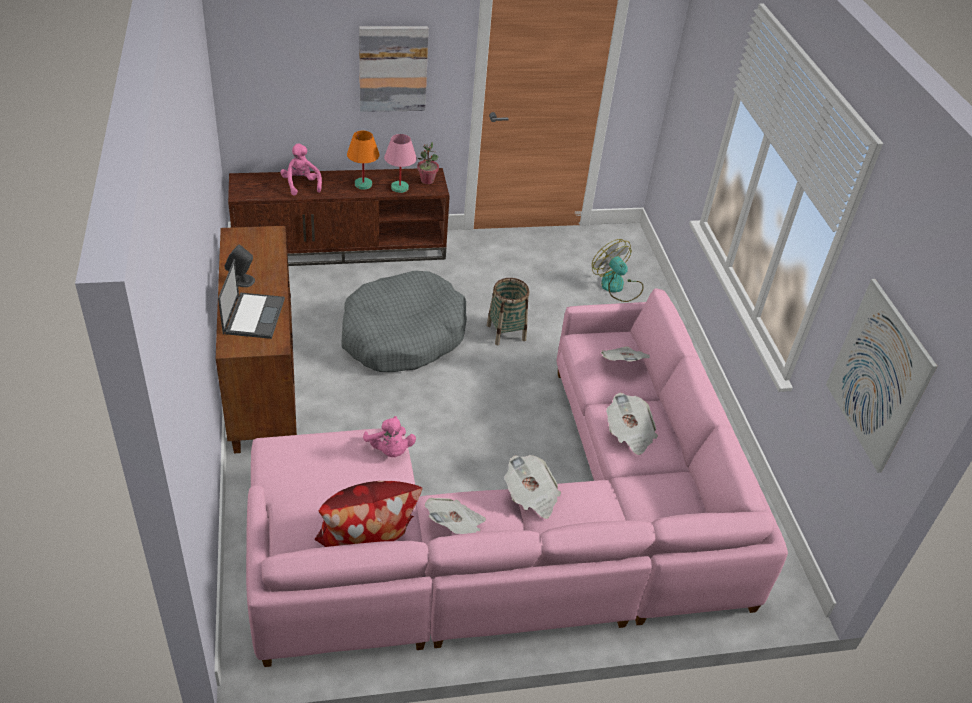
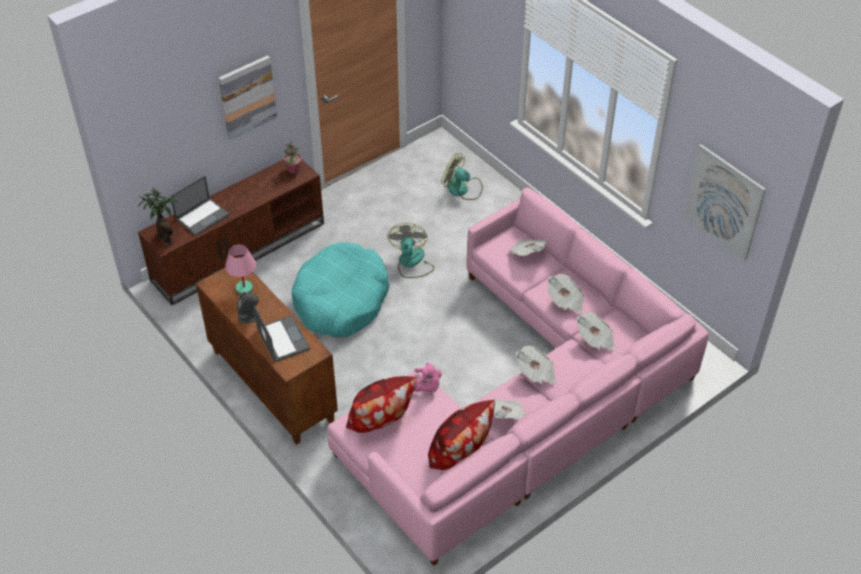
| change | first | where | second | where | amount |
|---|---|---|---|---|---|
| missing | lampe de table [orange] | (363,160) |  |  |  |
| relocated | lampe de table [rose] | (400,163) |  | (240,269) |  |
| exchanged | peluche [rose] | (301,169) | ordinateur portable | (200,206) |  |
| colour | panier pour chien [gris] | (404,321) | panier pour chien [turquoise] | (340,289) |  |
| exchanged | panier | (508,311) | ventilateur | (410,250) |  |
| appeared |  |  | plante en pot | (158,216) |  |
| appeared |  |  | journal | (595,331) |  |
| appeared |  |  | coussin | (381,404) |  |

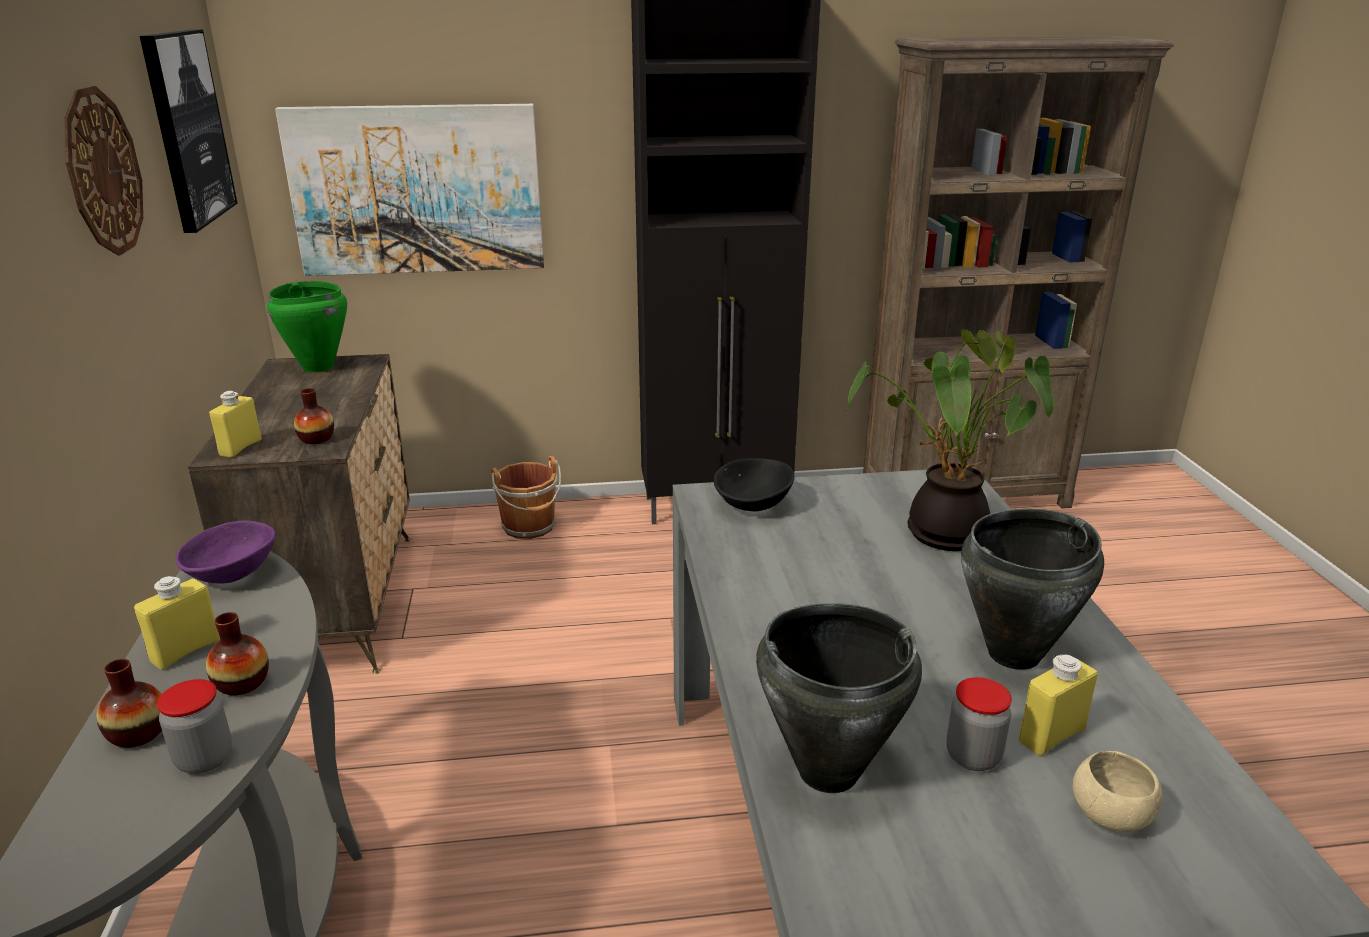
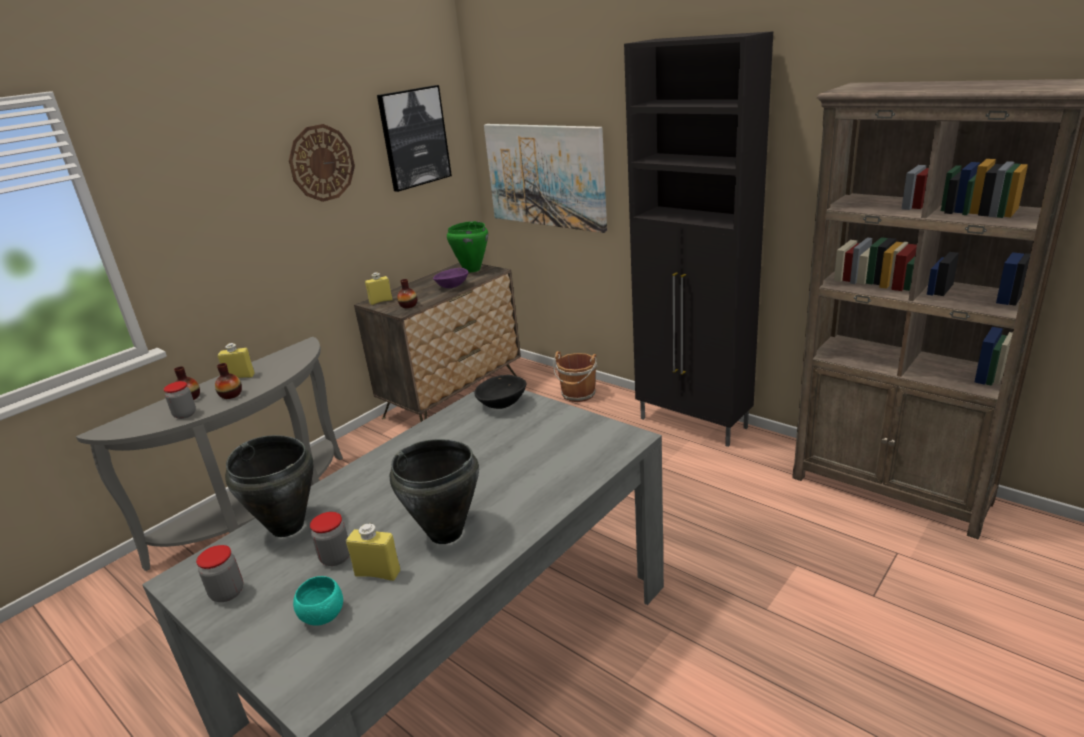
| change | first | where | second | where | amount |
|---|---|---|---|---|---|
| missing | plante en pot | (950,440) |  |  |  |
| relocated | bol [violet] | (225,551) |  | (450,278) |  |
| colour | bol [beige] | (1117,791) | bol [turquoise] | (318,601) |  |
| appeared |  |  | bocal | (219,573) |  |

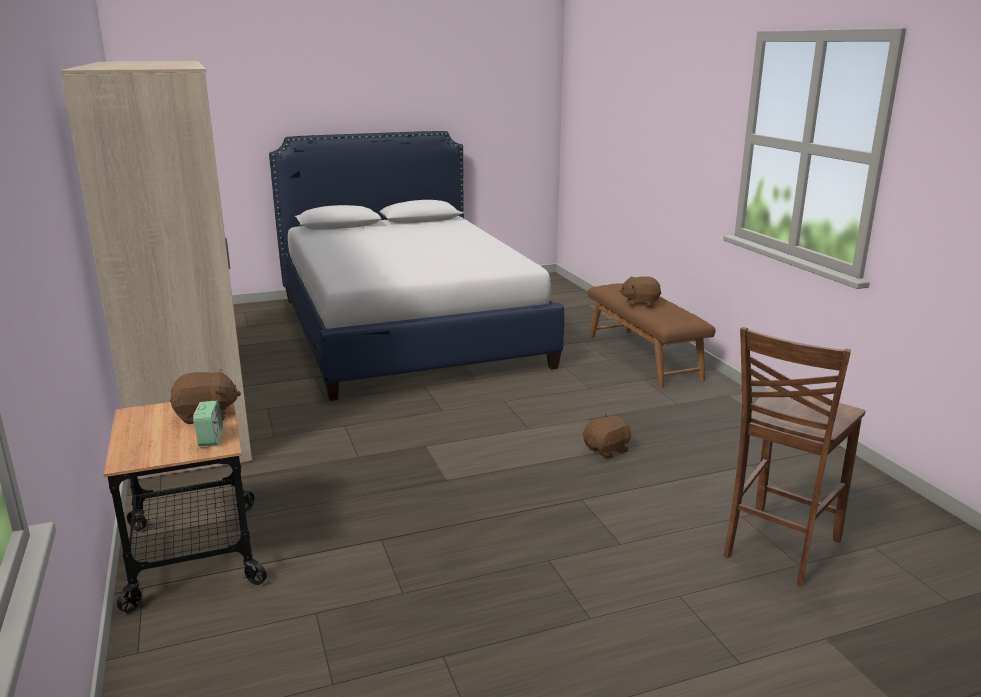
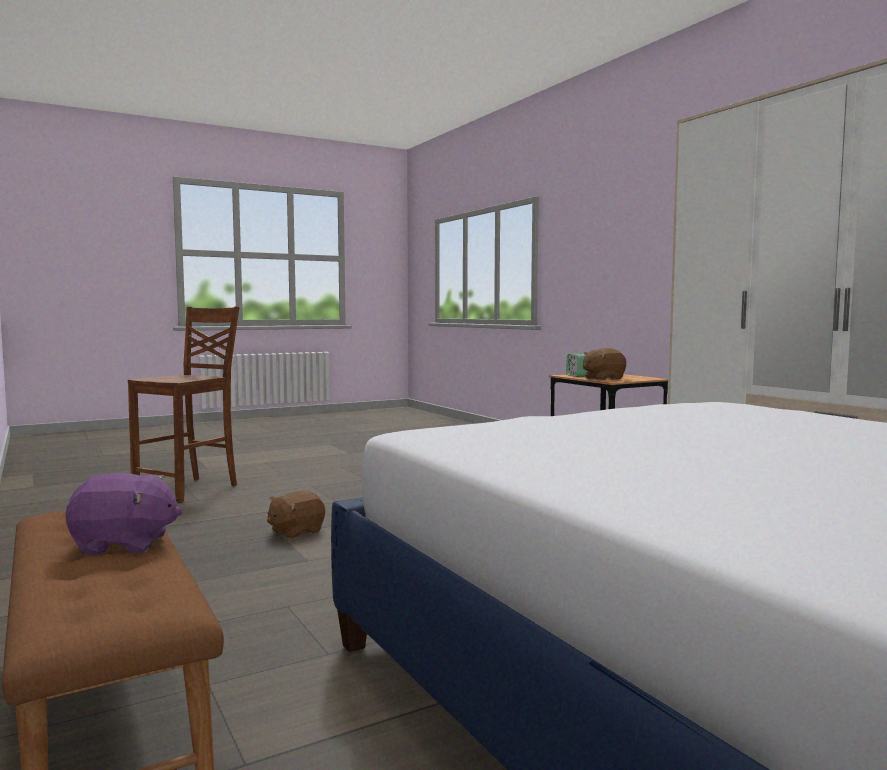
| change | first | where | second | where | amount |
|---|---|---|---|---|---|
| colour | peluche [marron] | (640,291) | peluche [violet] | (124,514) |  |

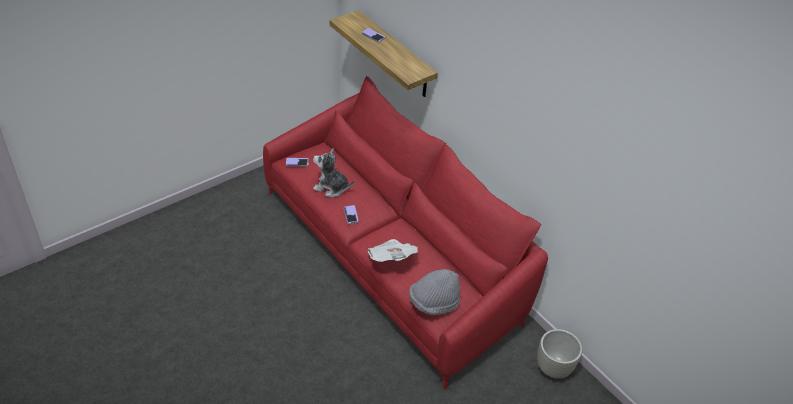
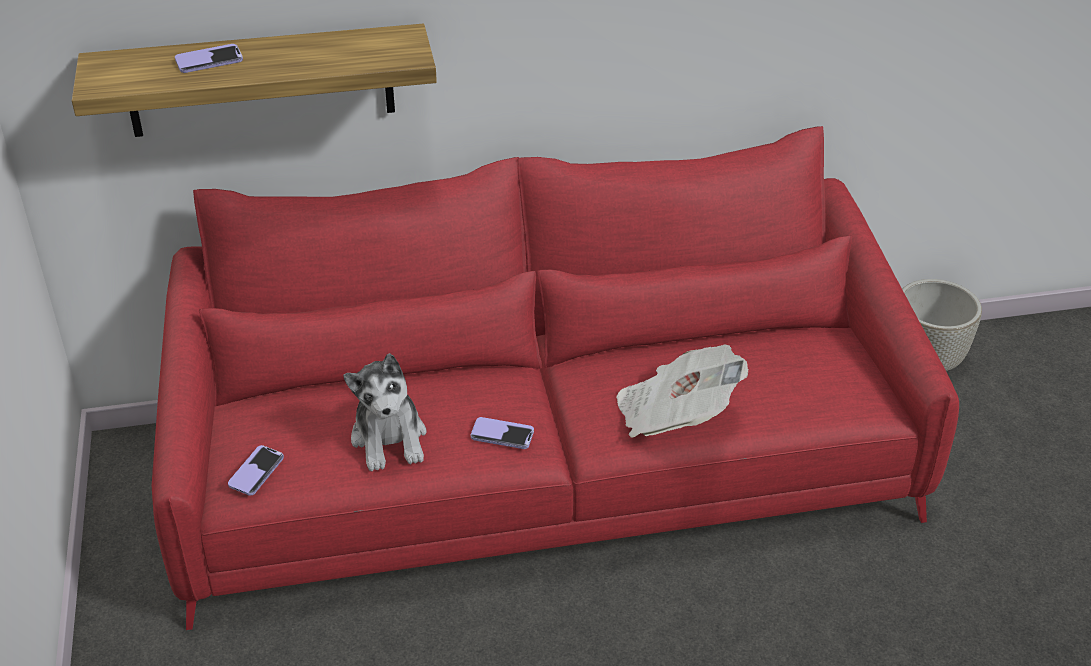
| change | first | where | second | where | amount |
|---|---|---|---|---|---|
| spun | peluche | (333,172) |  | (385,412) | 60 degrees counterclockwise |
| missing | chapeau [gris] | (434,292) |  |  |  |

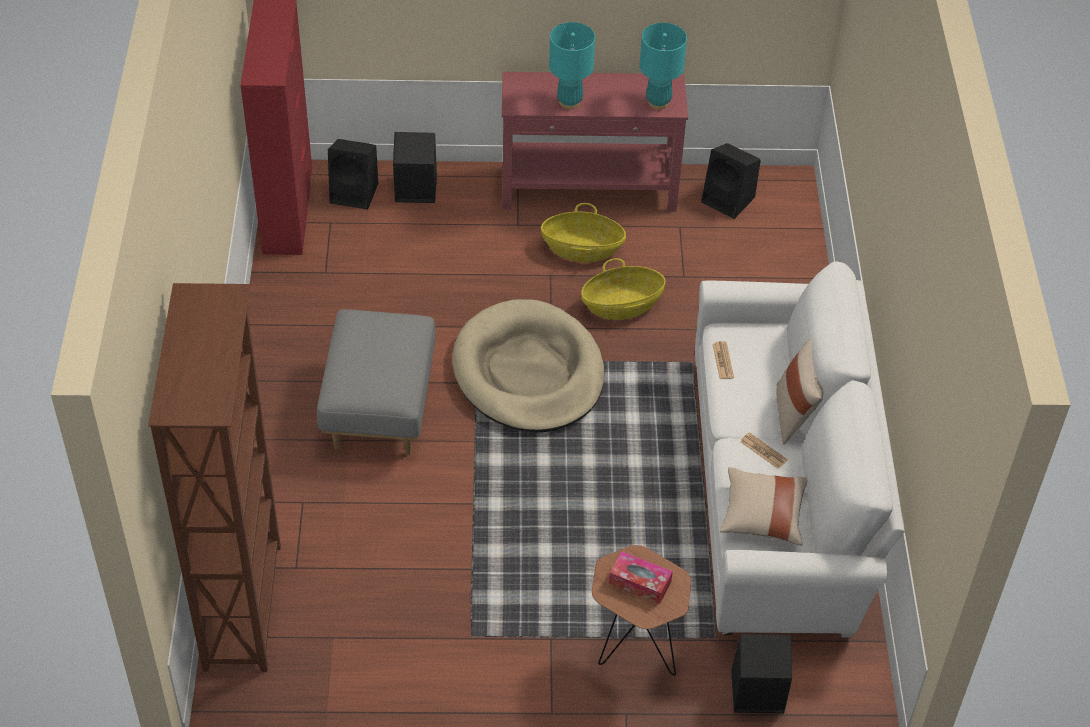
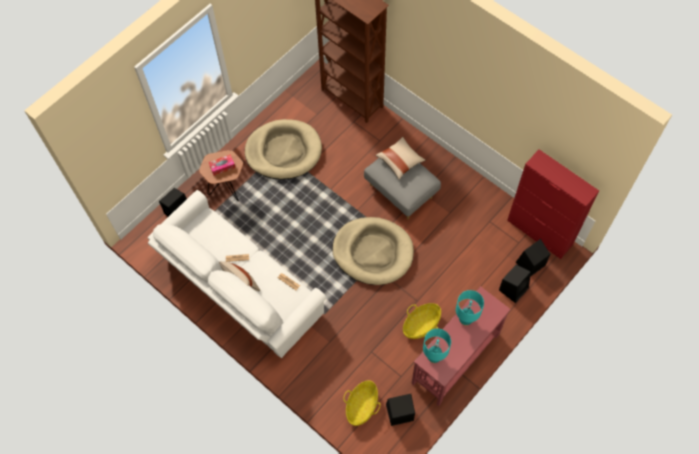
| change | first | where | second | where | amount |
|---|---|---|---|---|---|
| relocated | panier | (623,289) |  | (361,403) |  |
| relocated | coussin [beige] | (763,506) |  | (400,158) |  |
| appeared |  |  | panier pour chien [beige] | (283,149) |  |

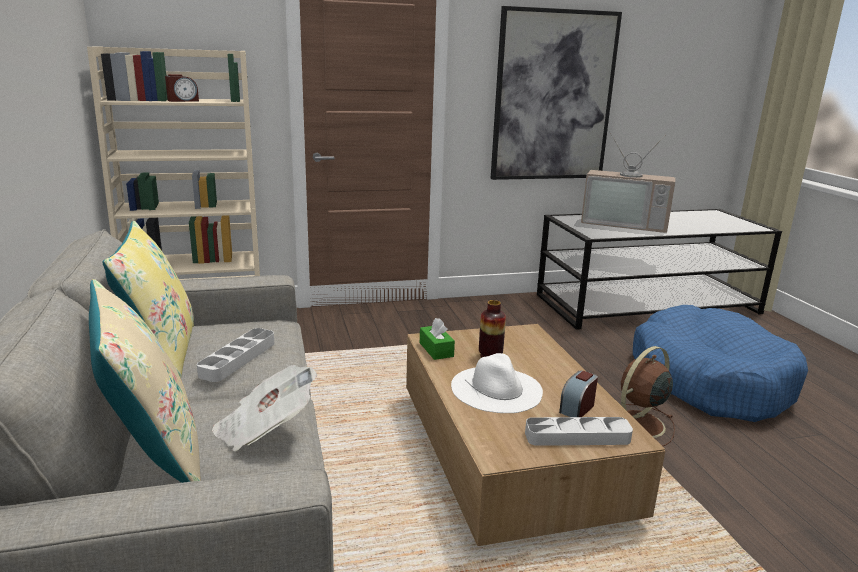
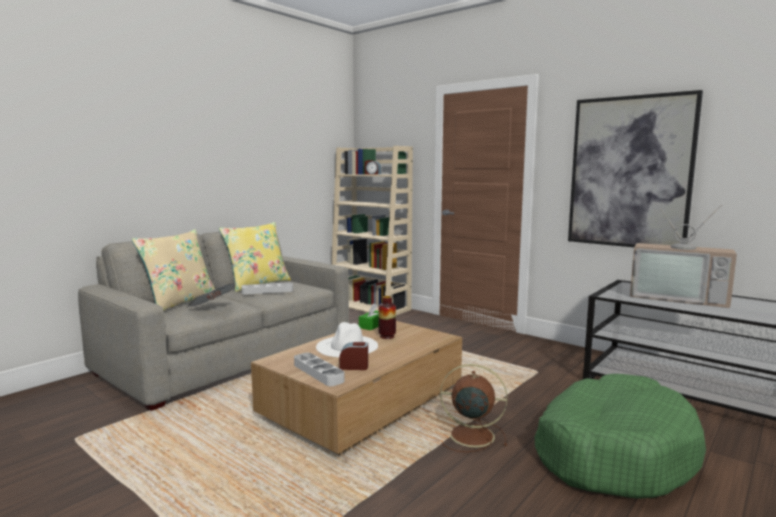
| change | first | where | second | where | amount |
|---|---|---|---|---|---|
| spun | téléviseur | (628,182) |  | (683,255) | 45 degrees counterclockwise |
| colour | panier pour chien [bleu] | (720,363) | panier pour chien [vert] | (620,436) |  |

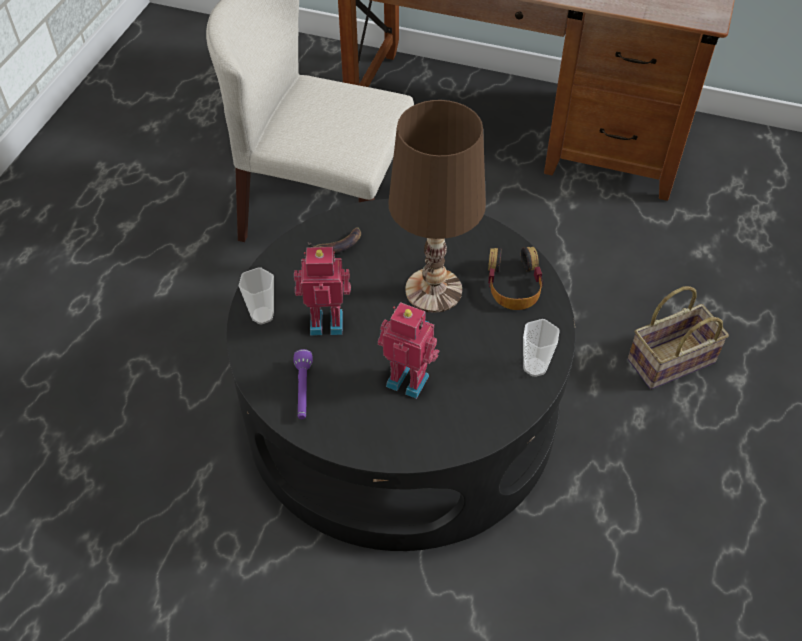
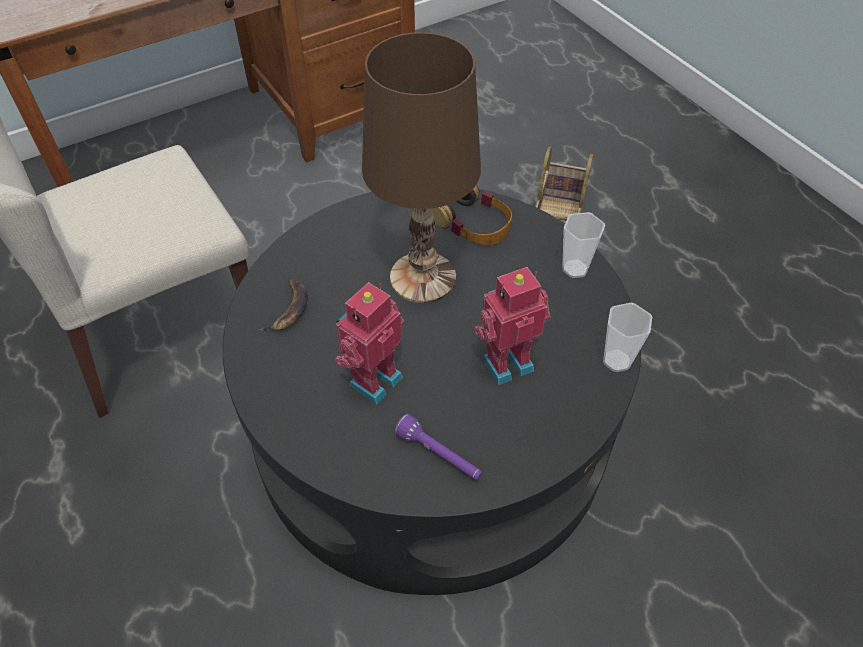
| change | first | where | second | where | amount |
|---|---|---|---|---|---|
| relocated | tasse | (256,295) |  | (627,337) |  |

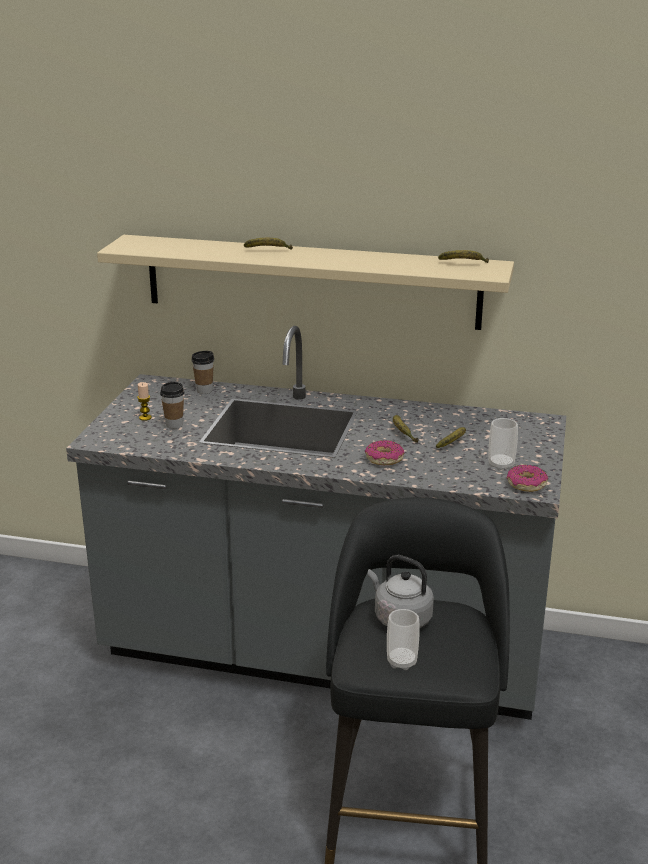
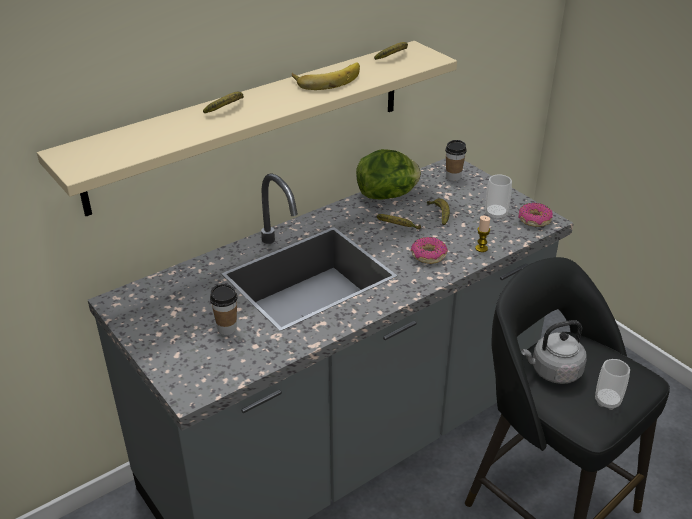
| change | first | where | second | where | amount |
|---|---|---|---|---|---|
| relocated | tasse | (202,372) |  | (456,160) |  |
| relocated | bougie | (144,401) |  | (482,234) |  |
| appeared |  |  | banane | (326,76) |  |
| appeared |  |  | laitue | (388,174) |  |

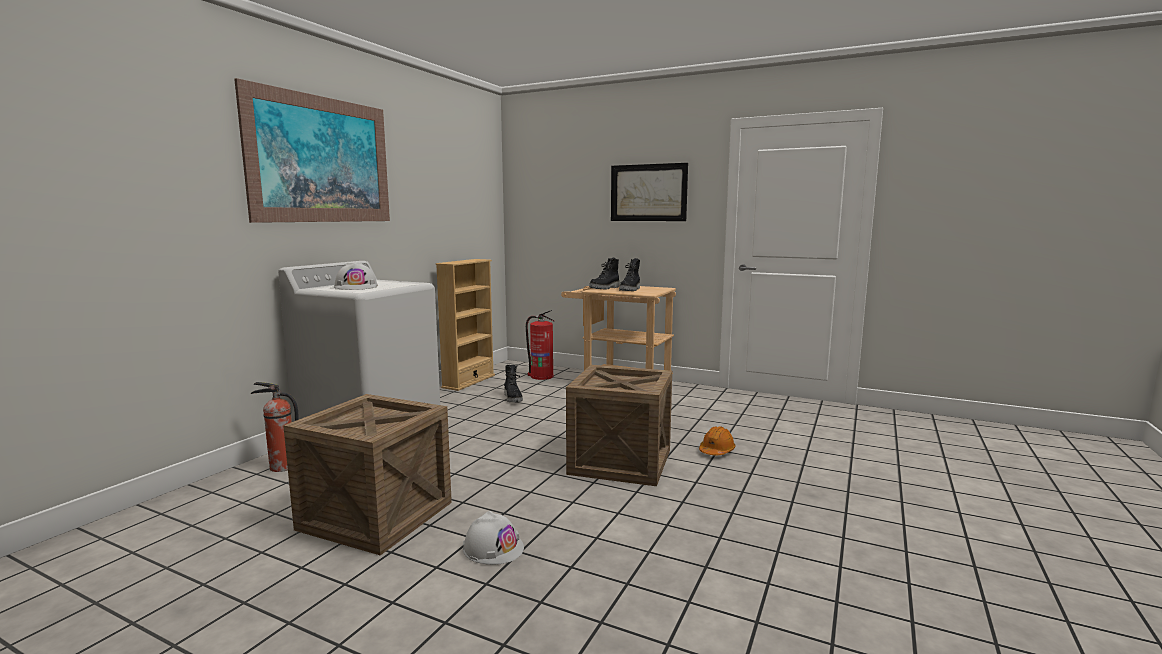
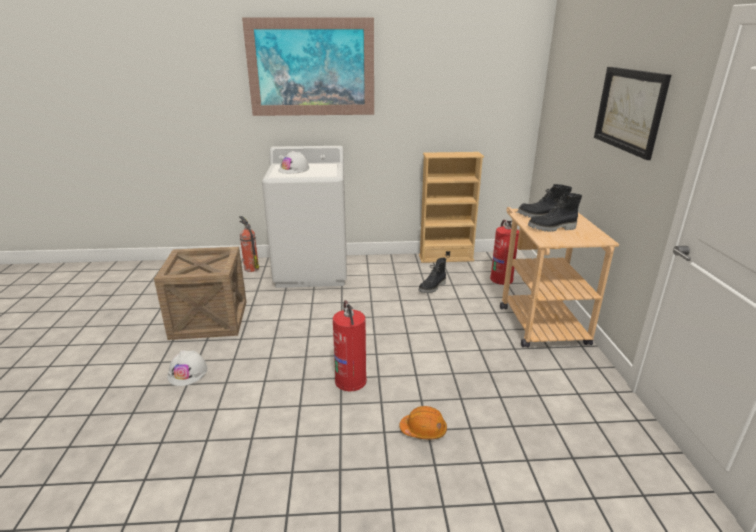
| change | first | where | second | where | amount |
|---|---|---|---|---|---|
| exchanged | caisse | (619,425) | extincteur | (350,345) |  |

